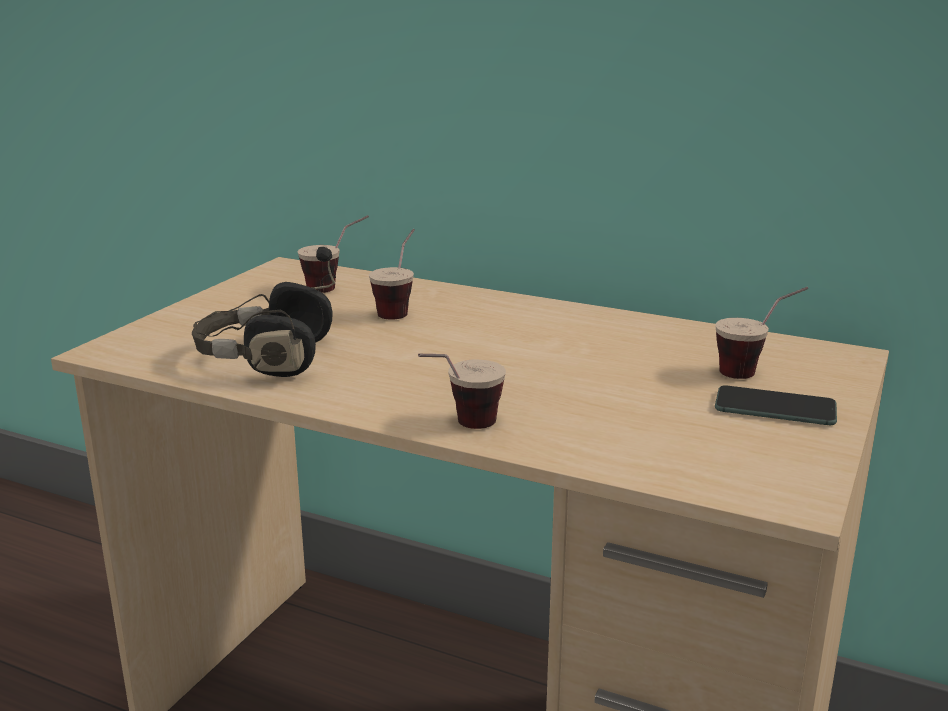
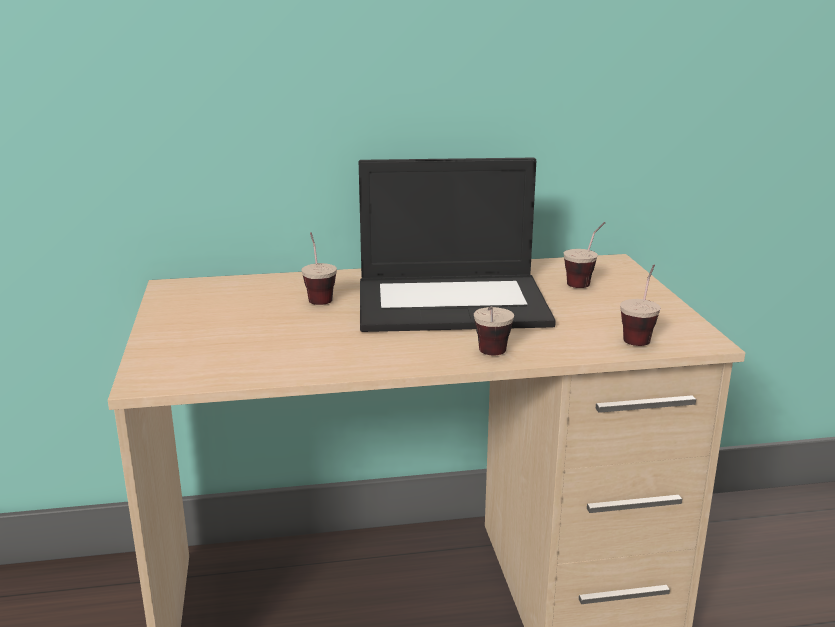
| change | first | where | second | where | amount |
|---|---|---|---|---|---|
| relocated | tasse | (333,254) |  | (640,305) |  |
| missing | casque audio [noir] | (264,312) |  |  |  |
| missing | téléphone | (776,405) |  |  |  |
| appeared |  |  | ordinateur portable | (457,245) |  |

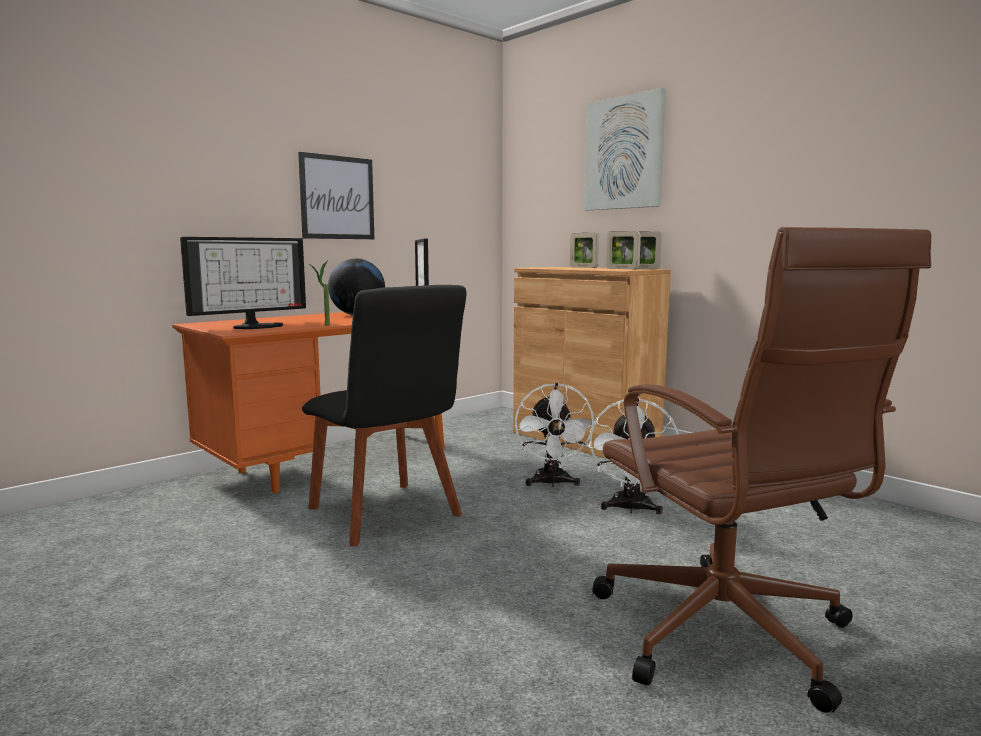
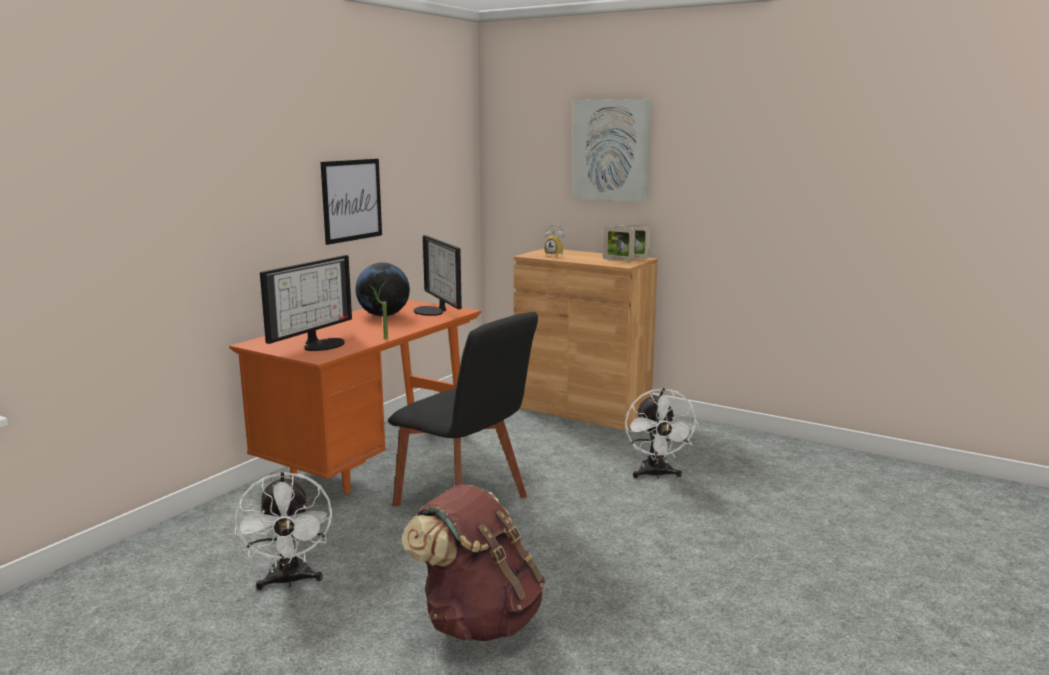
| change | first | where | second | where | amount |
|---|---|---|---|---|---|
| missing | chaise de bureau [marron] | (761,470) |  |  |  |
| missing | cadre photo | (584,250) |  |  |  |
| relocated | ventilateur [blanc] | (555,435) |  | (283,531) |  |
| appeared |  |  | réveil | (555,240) |  |
| appeared |  |  | sac à dos [marron] | (473,562) |  |

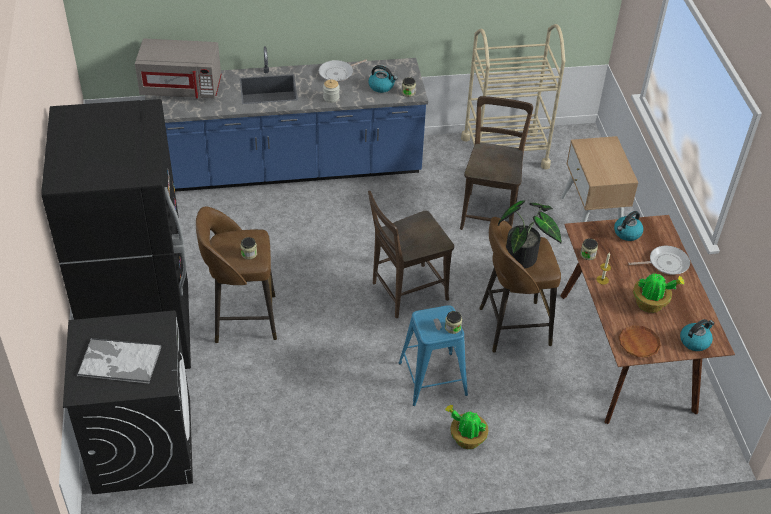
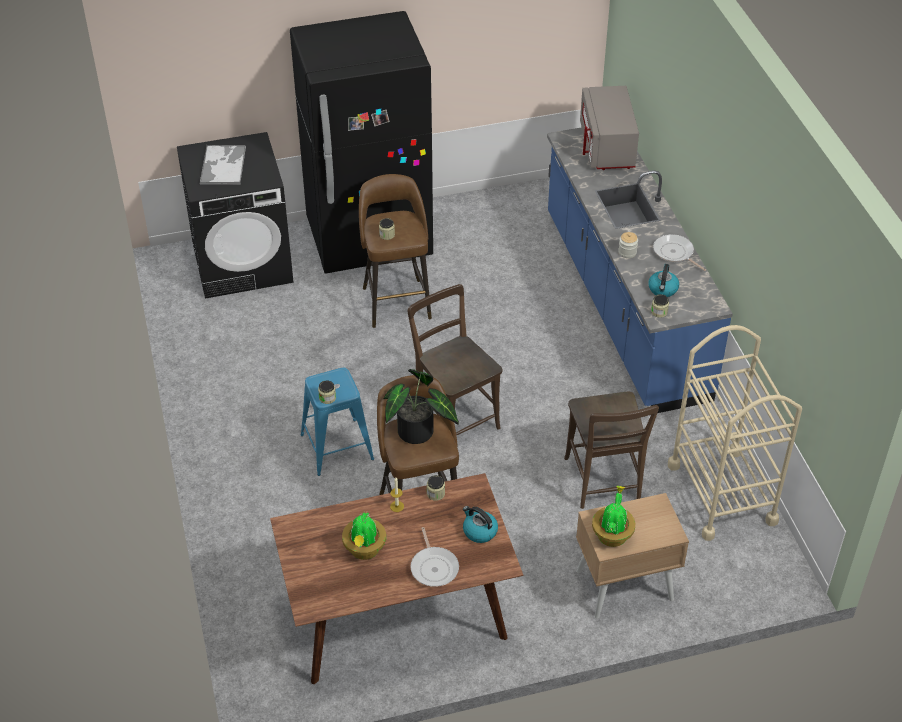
| change | first | where | second | where | amount |
|---|---|---|---|---|---|
| spun | chaise [marron] | (496,163) |  | (611,450) | 75 degrees clockwise |
| missing | bouilloire | (697,335) |  |  |  |
| missing | assiette [marron] | (640,341) |  |  |  |
| relocated | plante en pot | (466,426) |  | (613,516) |  |

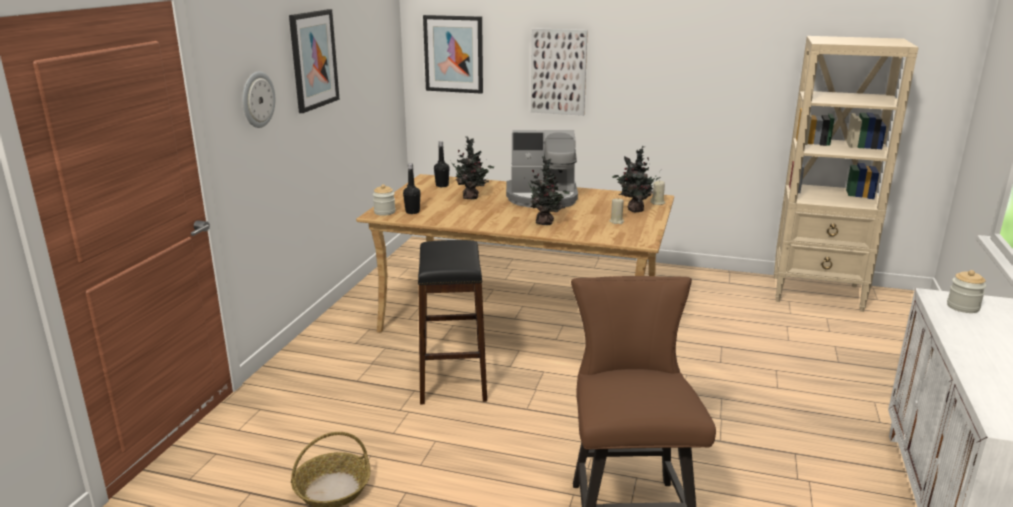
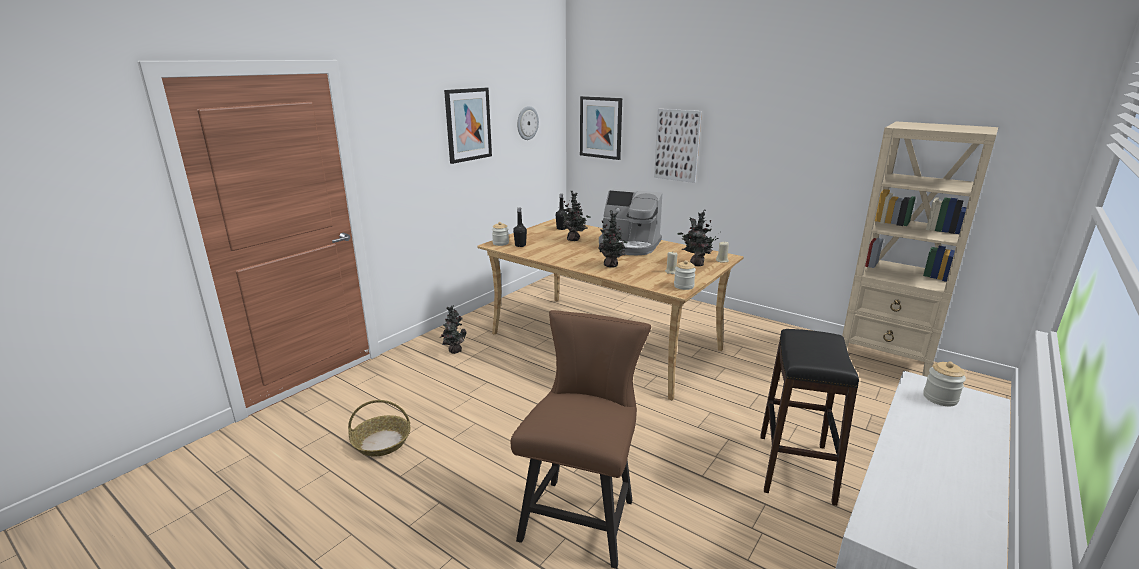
| change | first | where | second | where | amount |
|---|---|---|---|---|---|
| relocated | horloge murale | (258,100) |  | (528,123) |  |
| relocated | tabouret [noir] | (452,322) |  | (809,417) |  |
| appeared |  |  | bocal | (685,275) |  |
| appeared |  |  | plante en pot | (453,330) |  |

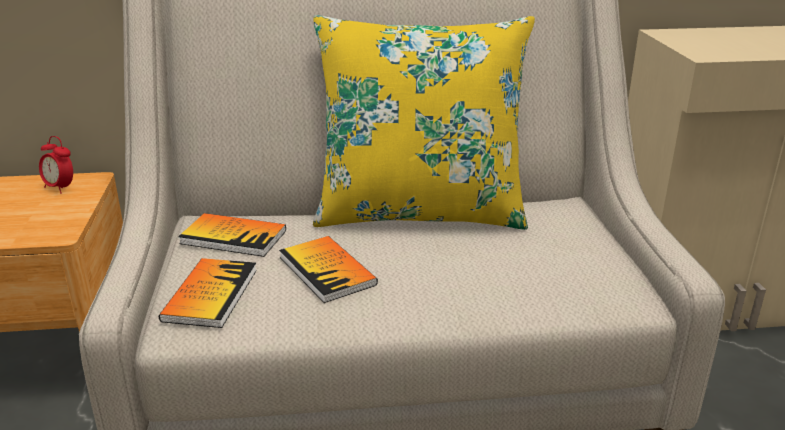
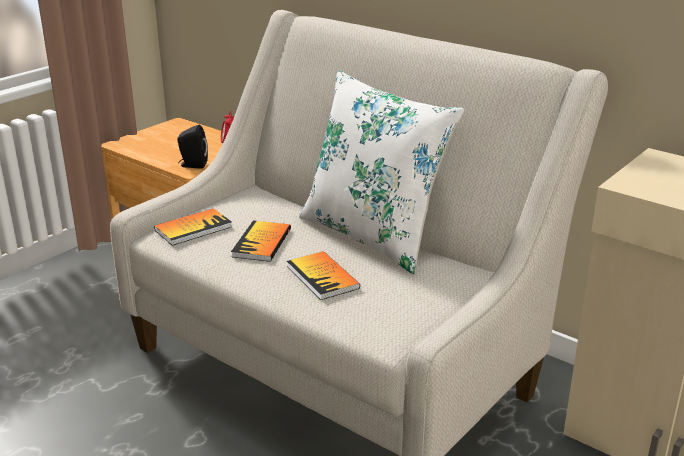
| change | first | where | second | where | amount |
|---|---|---|---|---|---|
| colour | coussin [jaune] | (424,122) | coussin [blanc] | (382,172) |  |
| relocated | livre | (232,235) |  | (323,275) |  |
| appeared |  |  | enceinte [noir] | (192,147) |  |

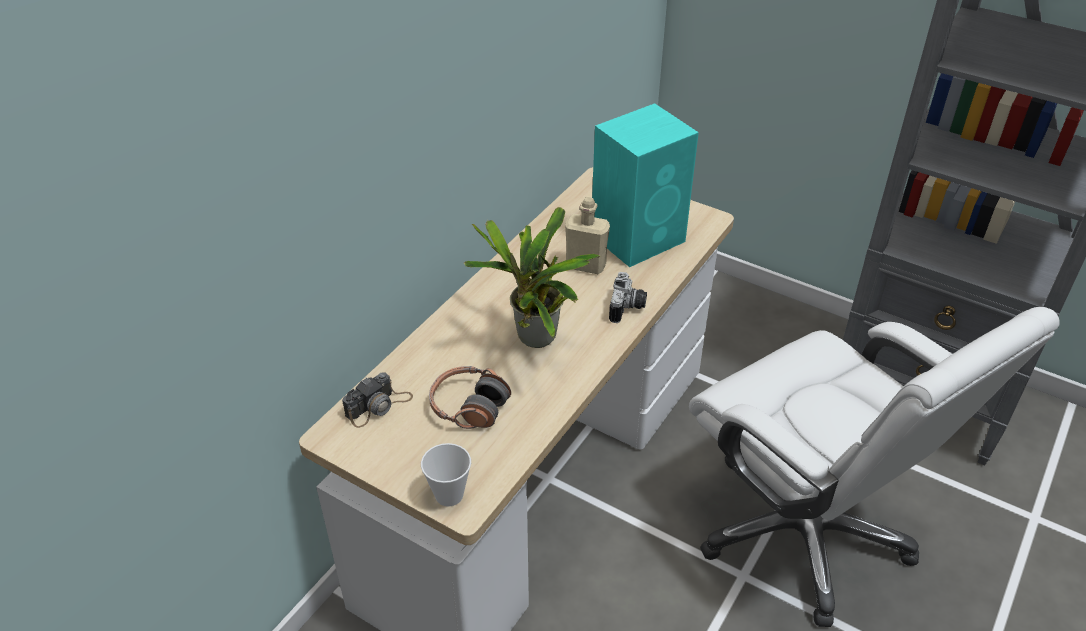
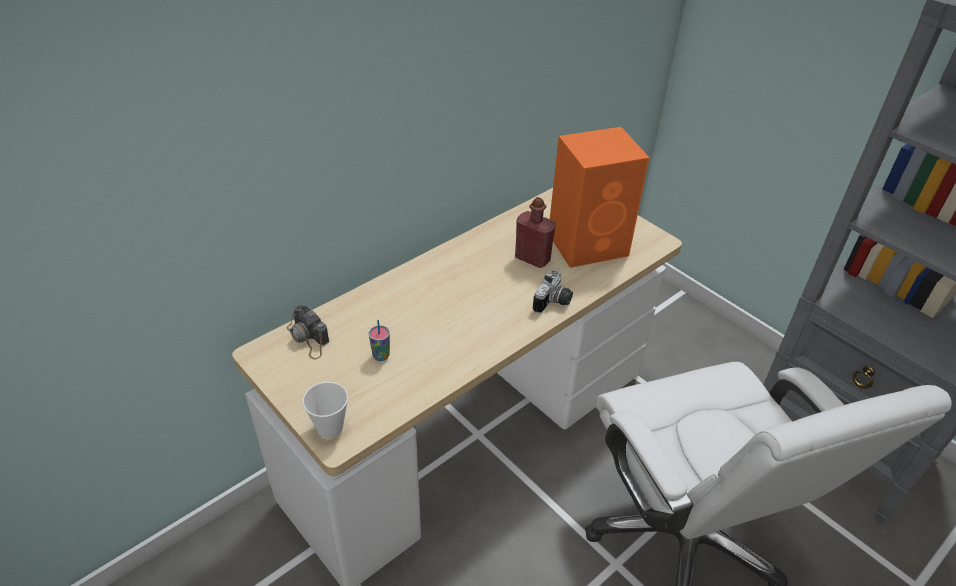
| change | first | where | second | where | amount |
|---|---|---|---|---|---|
| colour | enceinte [turquoise] | (645,185) | enceinte [orange] | (600,197) |  |
| colour | bouteille [beige] | (587,235) | bouteille [rouge] | (535,232) |  |
| missing | plante en pot | (532,277) |  |  |  |
| exchanged | casque audio | (470,397) | tasse | (379,340) |  |
| spun | appareil photo | (377,400) |  | (308,332) | 75 degrees clockwise |

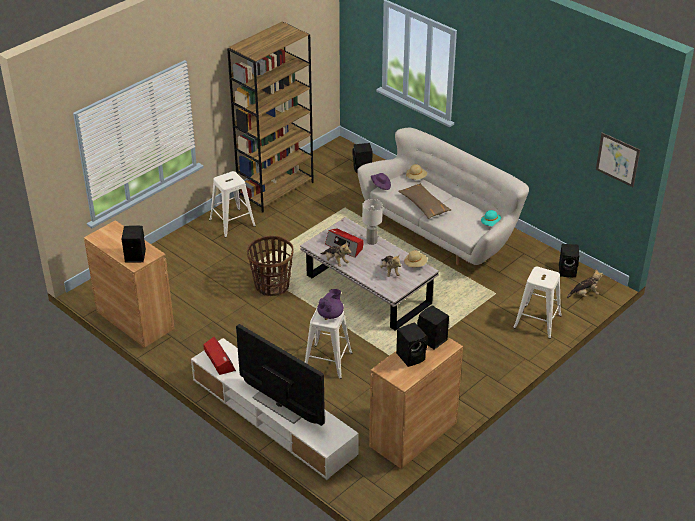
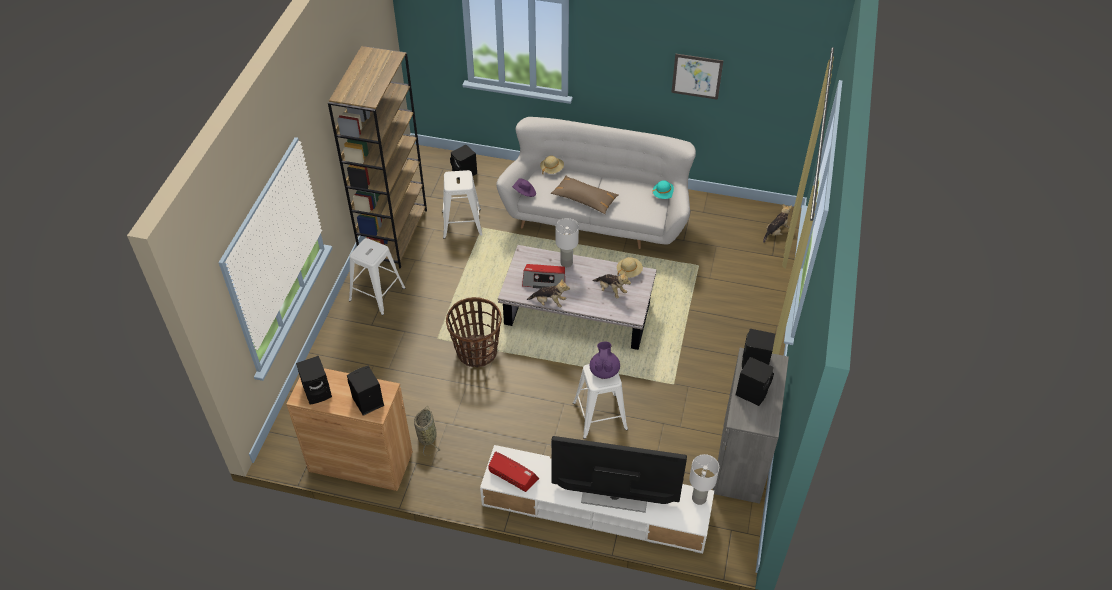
| change | first | where | second | where | amount |
|---|---|---|---|---|---|
| relocated | tableau | (618,160) |  | (697,77) |  |
| relocated | enceinte [noir] | (569,260) |  | (314,380) |  |
| relocated | tabouret [blanc] | (537,303) |  | (462,204) |  |
| colour | meuble de rangement [marron] | (416,403) | meuble de rangement [gris] | (751,426) |  |
| appeared |  |  | panier | (427,431) |  |
| appeared |  |  | lampe de table [blanc] | (704,479) |  |

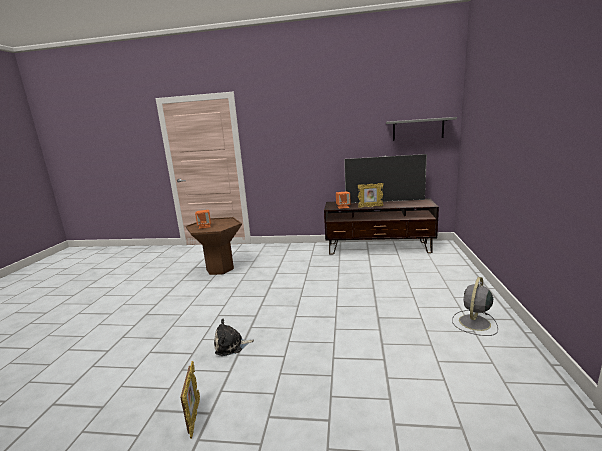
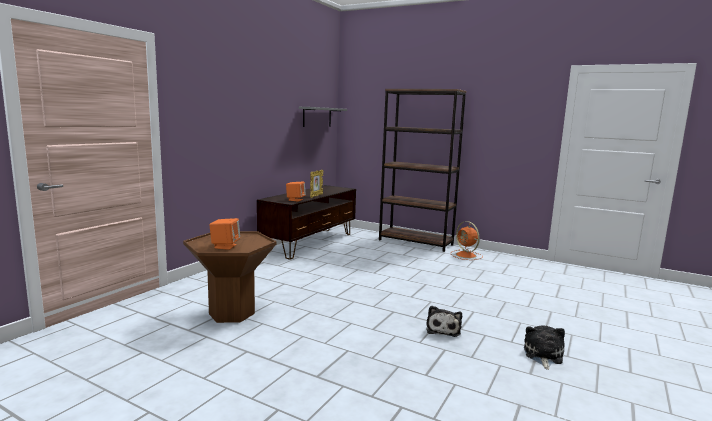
| change | first | where | second | where | amount |
|---|---|---|---|---|---|
| missing | téléviseur | (385,178) |  |  |  |
| colour | ventilateur [gris] | (475,306) | ventilateur [orange] | (467,240) |  |
| exchanged | cadre photo | (190,400) | peluche | (544,347) |  |
| appeared |  |  | bibliothèque [marron] | (422,170) |  |

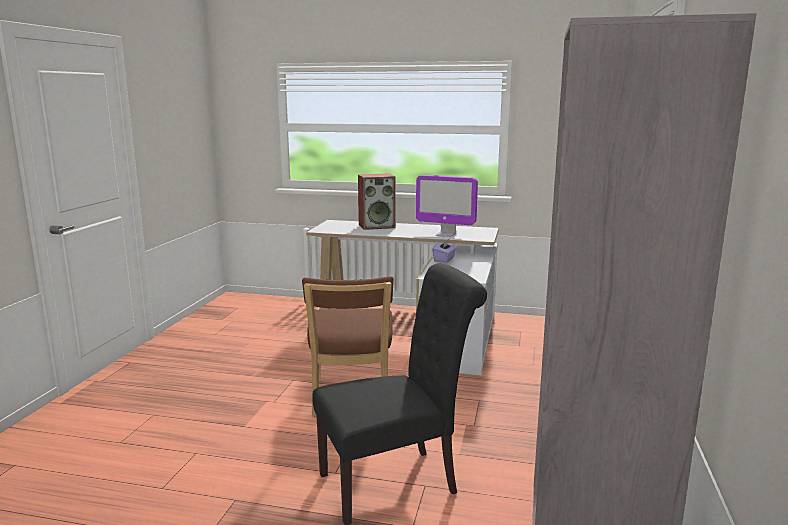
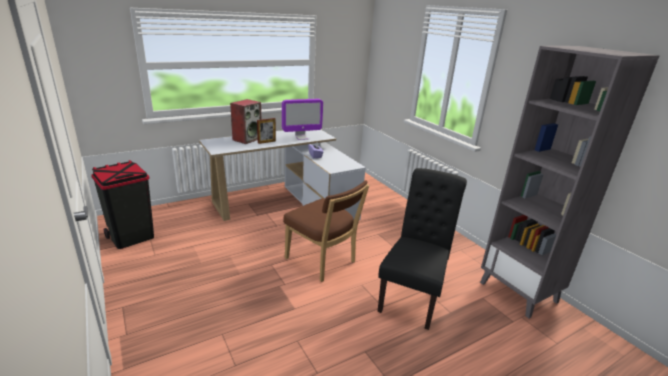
| change | first | where | second | where | amount |
|---|---|---|---|---|---|
| appeared |  |  | cadre photo | (266,131) |  |
| appeared |  |  | poubelle [noir] | (122,204) |  |

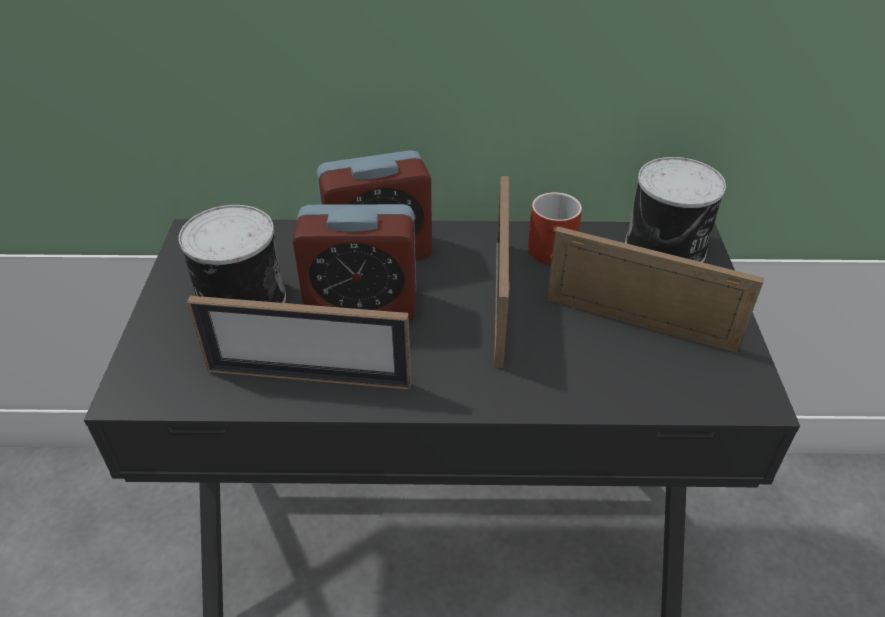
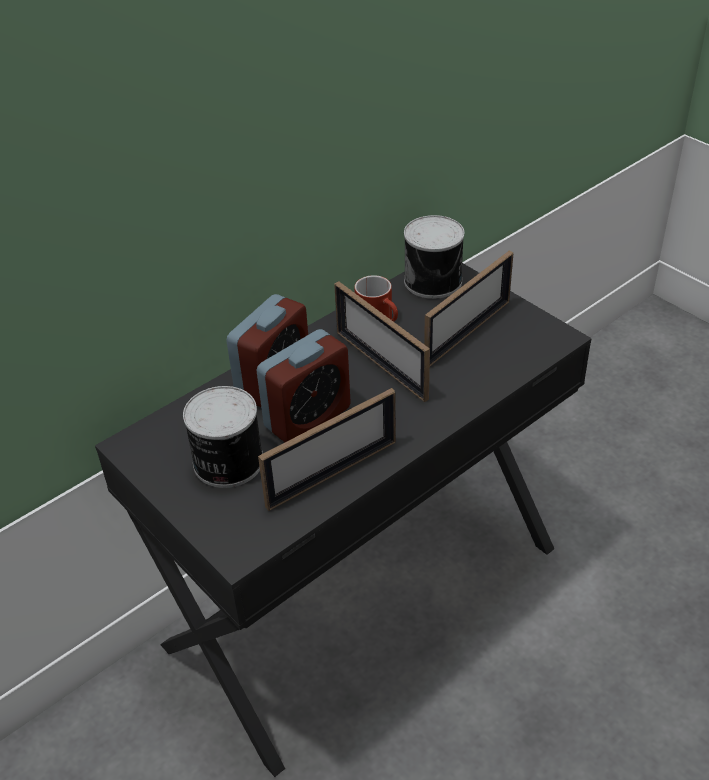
| change | first | where | second | where | amount |
|---|---|---|---|---|---|
| spun | cadre photo | (655,290) |  | (469,308) | 150 degrees clockwise |

